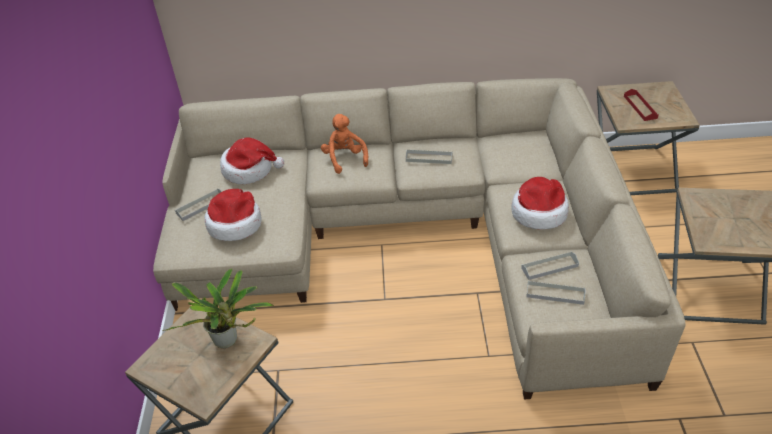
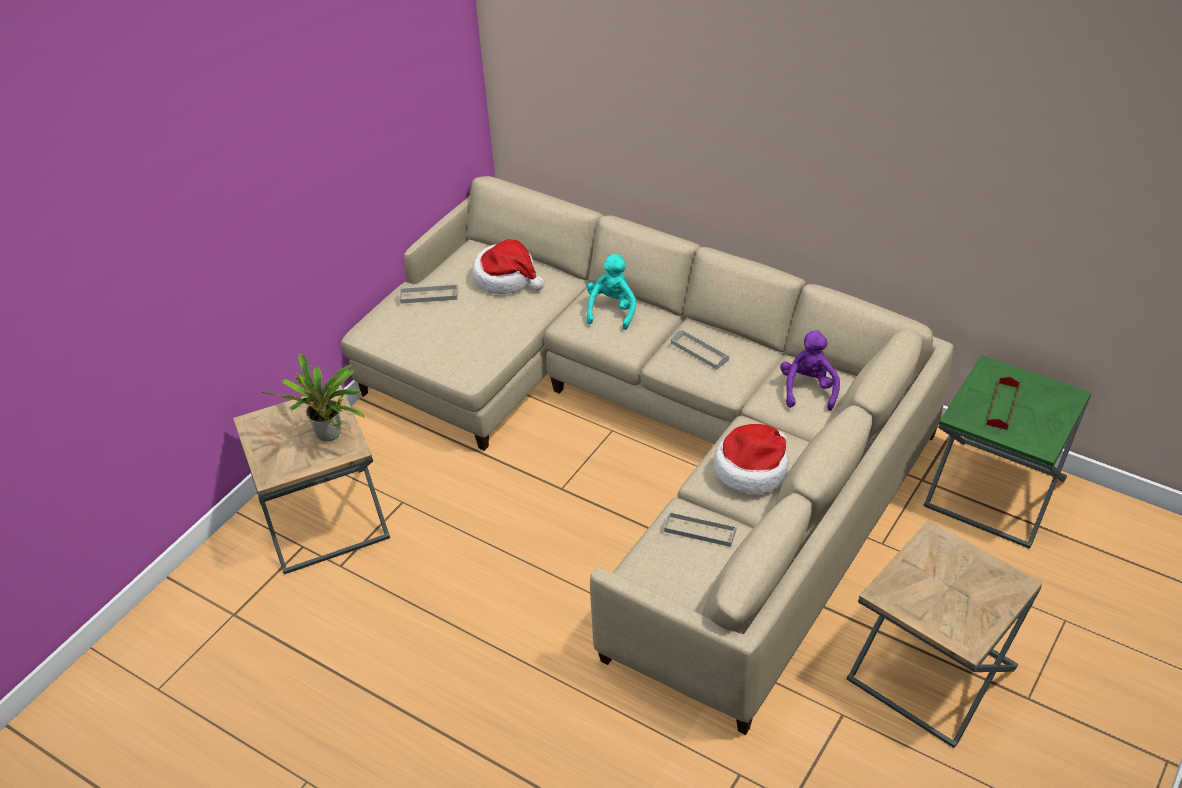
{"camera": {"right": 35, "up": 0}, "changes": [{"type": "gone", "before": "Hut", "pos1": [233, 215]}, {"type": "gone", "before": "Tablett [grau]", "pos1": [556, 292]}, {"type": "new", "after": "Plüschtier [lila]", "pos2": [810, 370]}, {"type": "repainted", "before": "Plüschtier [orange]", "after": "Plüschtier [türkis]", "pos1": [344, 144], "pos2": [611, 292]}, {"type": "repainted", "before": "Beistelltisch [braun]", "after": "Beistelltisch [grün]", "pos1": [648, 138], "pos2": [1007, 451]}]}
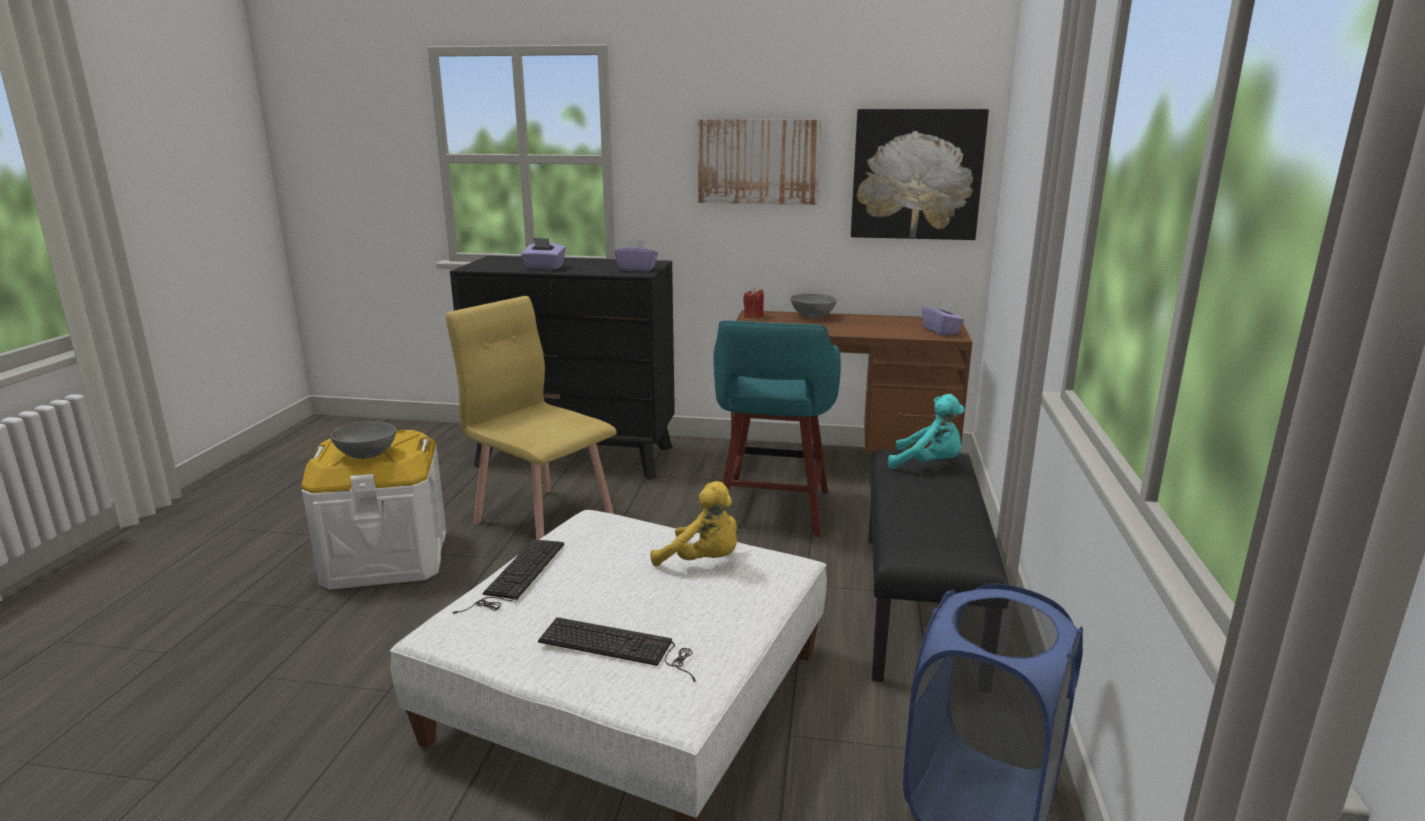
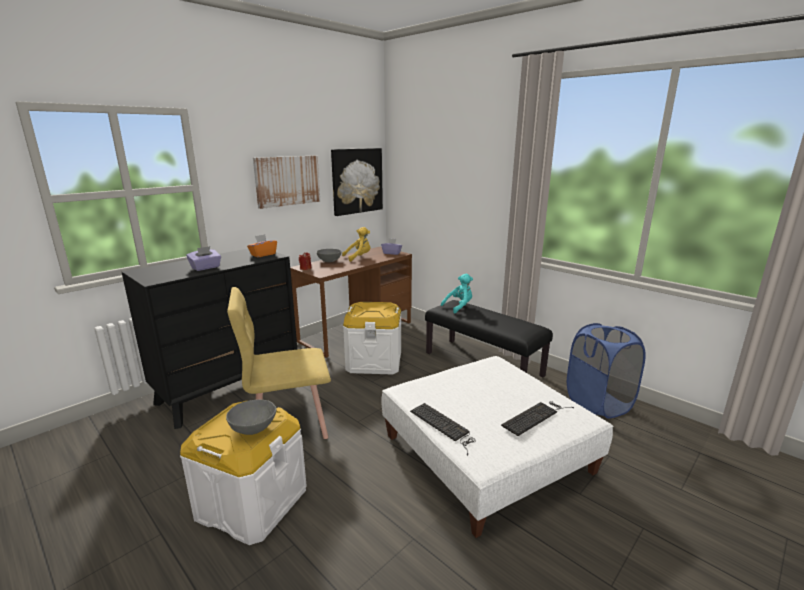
{"camera": {"right": -55, "up": 0}, "changes": [{"type": "shifted", "before": "Plüschtier [gelb]", "pos1": [693, 523], "pos2": [356, 244]}, {"type": "swapped", "before": "Hocker [türkis]", "after": "Aufbewahrungsbox [weiß]", "pos1": [777, 428], "pos2": [372, 338]}, {"type": "repainted", "before": "Taschentuchbox [lila]", "after": "Taschentuchbox [orange]", "pos1": [636, 254], "pos2": [262, 245]}]}
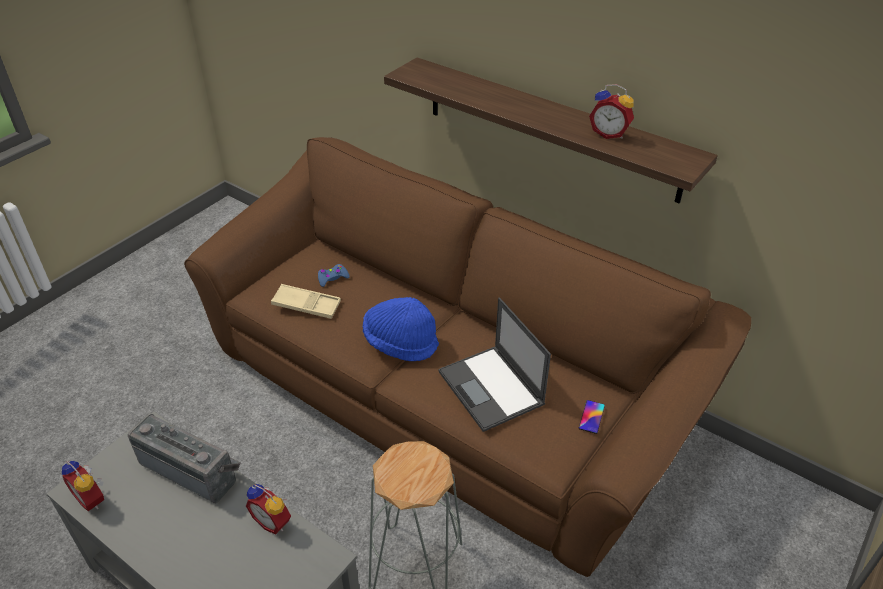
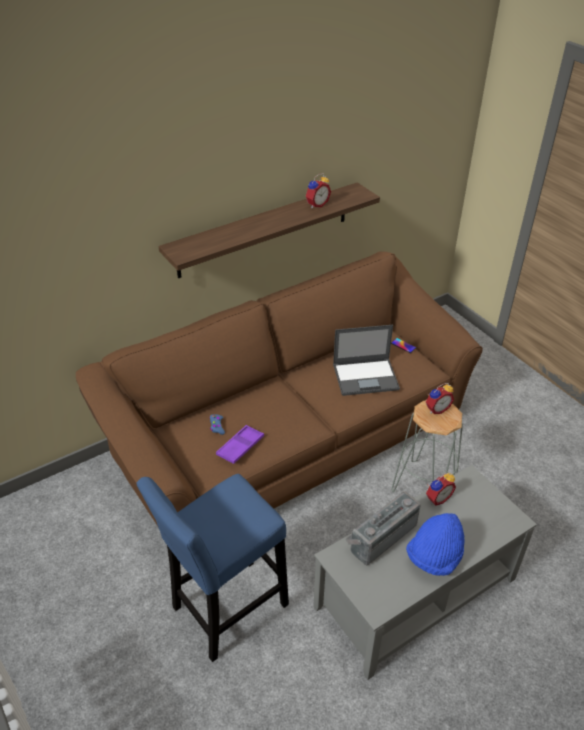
{"camera": {"right": -70, "up": 0}, "changes": [{"type": "new", "after": "Hocker [blau]", "pos2": [213, 568]}, {"type": "shifted", "before": "Wecker", "pos1": [83, 486], "pos2": [440, 398]}, {"type": "shifted", "before": "Hut [blau]", "pos1": [401, 329], "pos2": [435, 544]}, {"type": "repainted", "before": "Tablett [beige]", "after": "Tablett [lila]", "pos1": [306, 301], "pos2": [240, 444]}]}
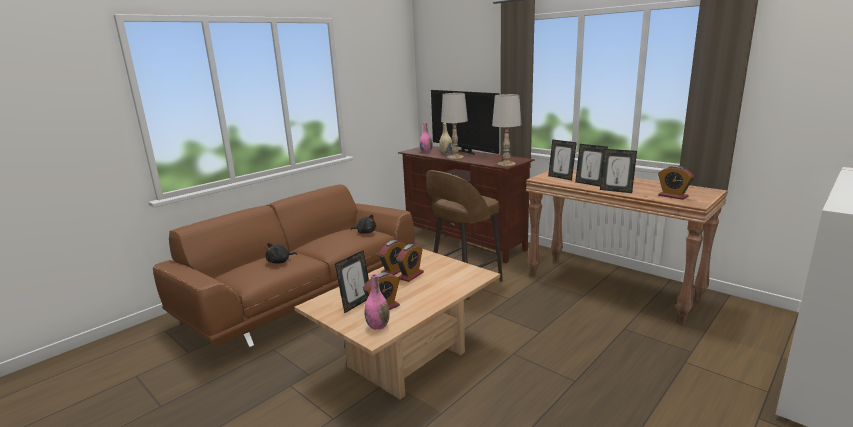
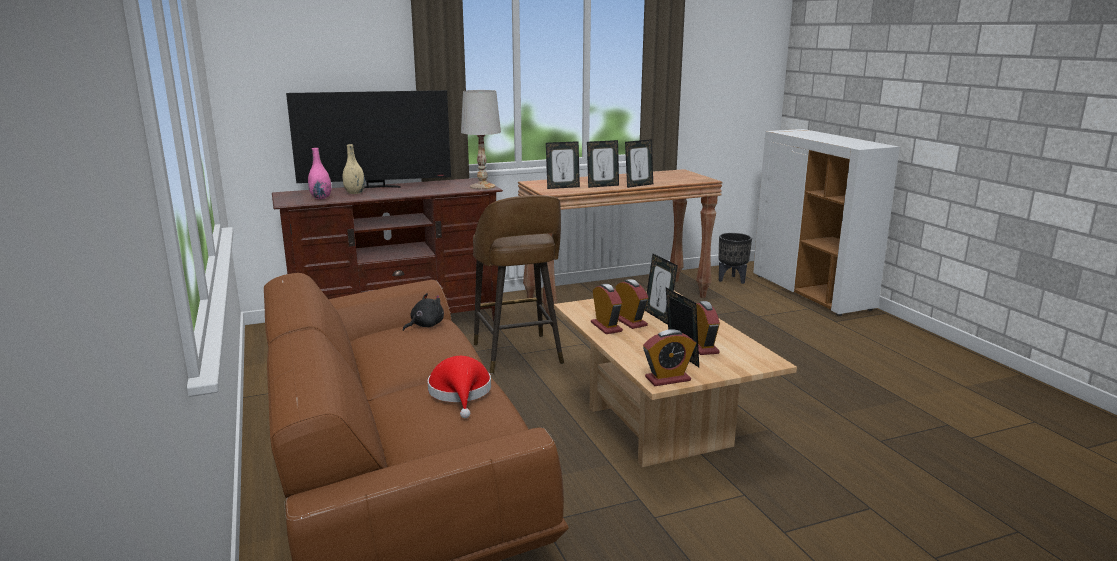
{"camera": {"right": -65, "up": 0}, "changes": [{"type": "gone", "before": "Vase [rosa]", "pos1": [376, 302]}, {"type": "gone", "before": "Tischlampe [weiß]", "pos1": [454, 126]}, {"type": "new", "after": "Bilderrahmen", "pos2": [661, 289]}, {"type": "new", "after": "Pflanzkübel [schwarz]", "pos2": [735, 258]}, {"type": "shifted", "before": "Wecker", "pos1": [676, 182], "pos2": [669, 357]}, {"type": "swapped", "before": "Plüschtier [schwarz]", "after": "Hut [rot]", "pos1": [281, 253], "pos2": [459, 387]}]}
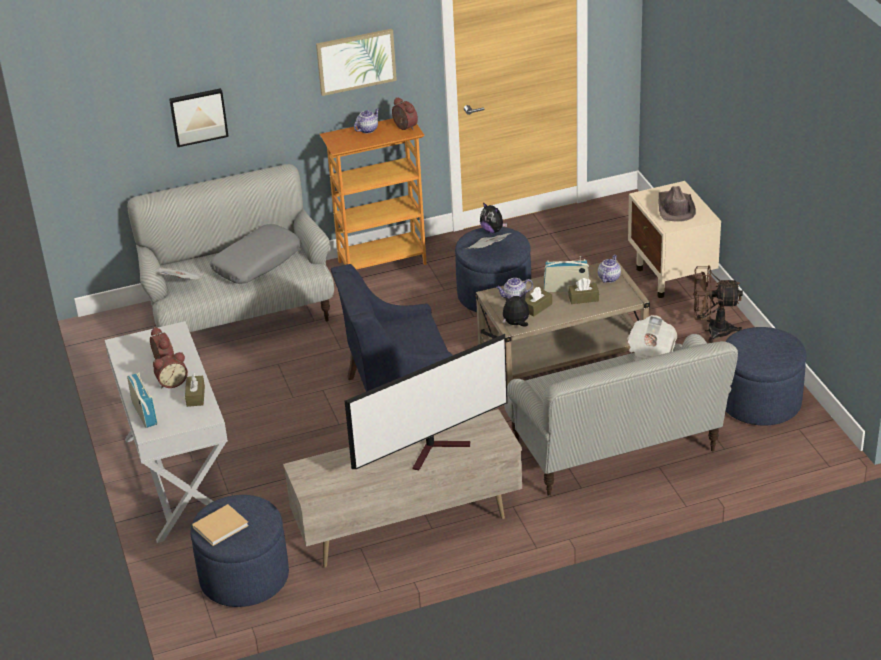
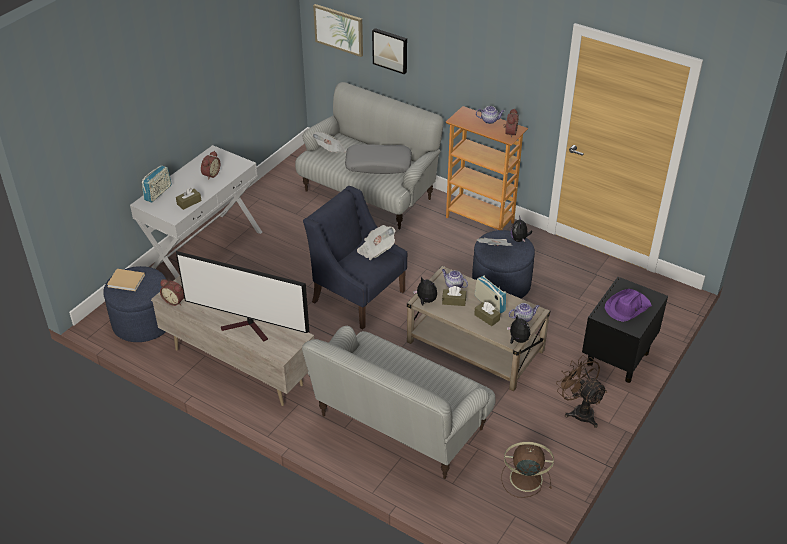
{"camera": {"right": 50, "up": 5}, "changes": [{"type": "new", "after": "Plüschtier", "pos2": [518, 329]}, {"type": "shifted", "before": "Wecker", "pos1": [170, 370], "pos2": [172, 292]}, {"type": "shifted", "before": "Bild", "pos1": [356, 62], "pos2": [338, 30]}, {"type": "shifted", "before": "Zeitung", "pos1": [652, 338], "pos2": [376, 242]}, {"type": "swapped", "before": "Polsterhocker [blau]", "after": "Ventilator [braun]", "pos1": [765, 376], "pos2": [527, 470]}, {"type": "repainted", "before": "Nachttisch [beige]", "after": "Nachttisch [schwarz]", "pos1": [674, 239], "pos2": [625, 330]}, {"type": "repainted", "before": "Hut [braun]", "after": "Hut [lila]", "pos1": [677, 204], "pos2": [628, 305]}]}
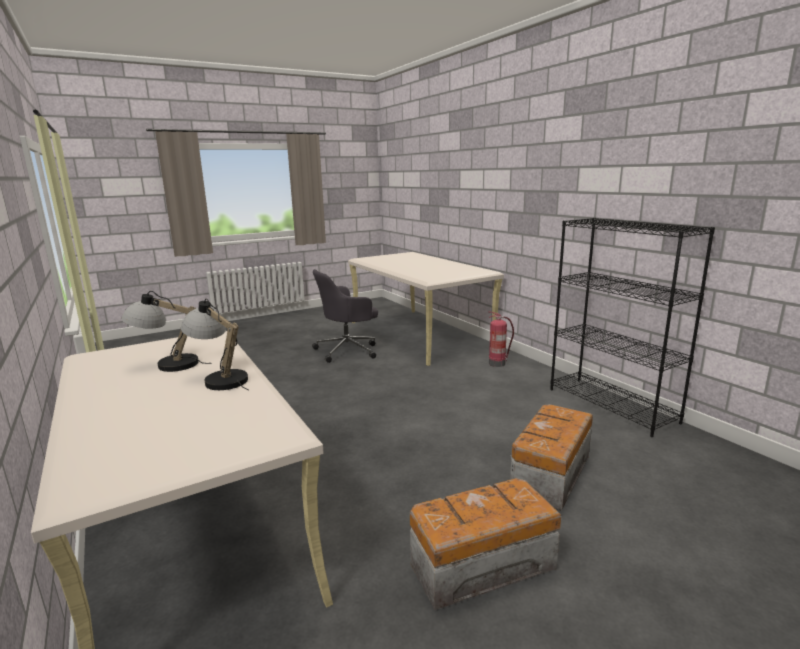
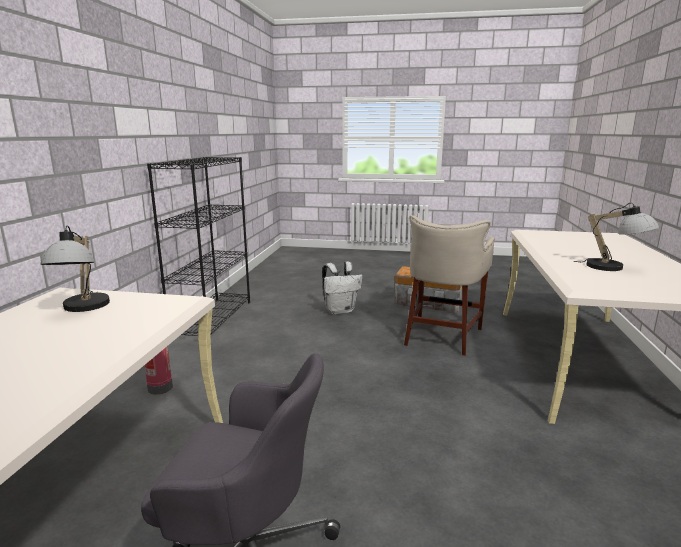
{"camera": {"right": -140, "up": 0}, "changes": [{"type": "new", "after": "Hocker [beige]", "pos2": [449, 285]}, {"type": "shifted", "before": "Tischlampe", "pos1": [215, 344], "pos2": [75, 269]}, {"type": "swapped", "before": "Aufbewahrungsbox", "after": "Rucksack [weiß]", "pos1": [551, 457], "pos2": [342, 288]}]}
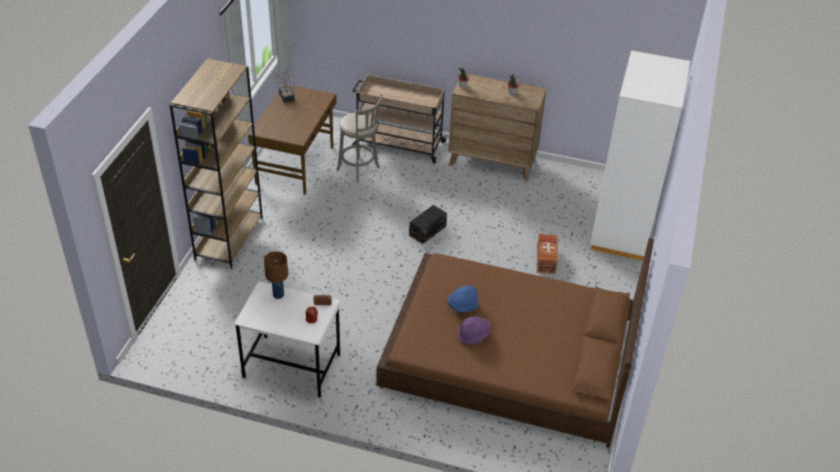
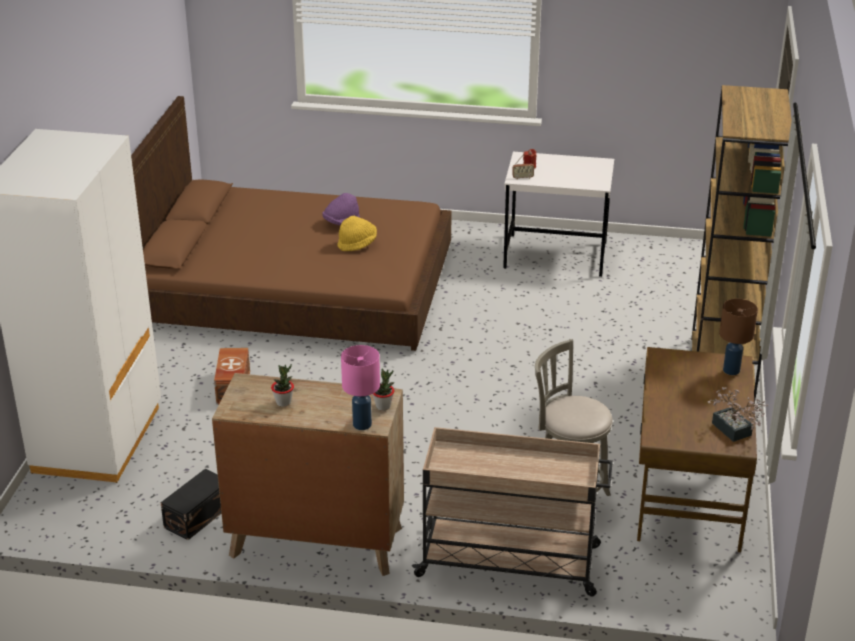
{"camera": {"right": 175, "up": -10}, "changes": [{"type": "new", "after": "Tischlampe [rosa]", "pos2": [360, 387]}, {"type": "shifted", "before": "Tischlampe [braun]", "pos1": [276, 275], "pos2": [738, 337]}, {"type": "shifted", "before": "Aufbewahrungsbox [schwarz]", "pos1": [428, 224], "pos2": [191, 504]}, {"type": "repainted", "before": "Hut [blau]", "after": "Hut [gelb]", "pos1": [463, 298], "pos2": [357, 233]}]}
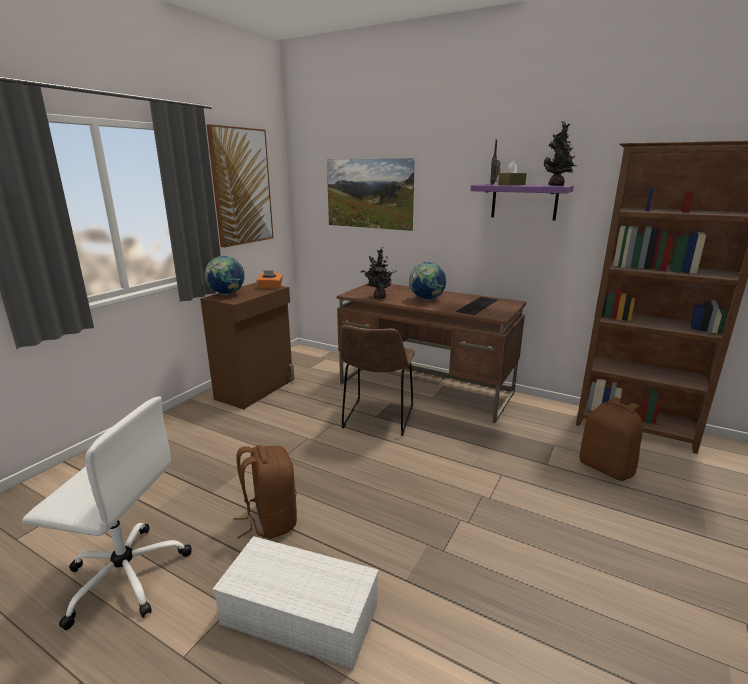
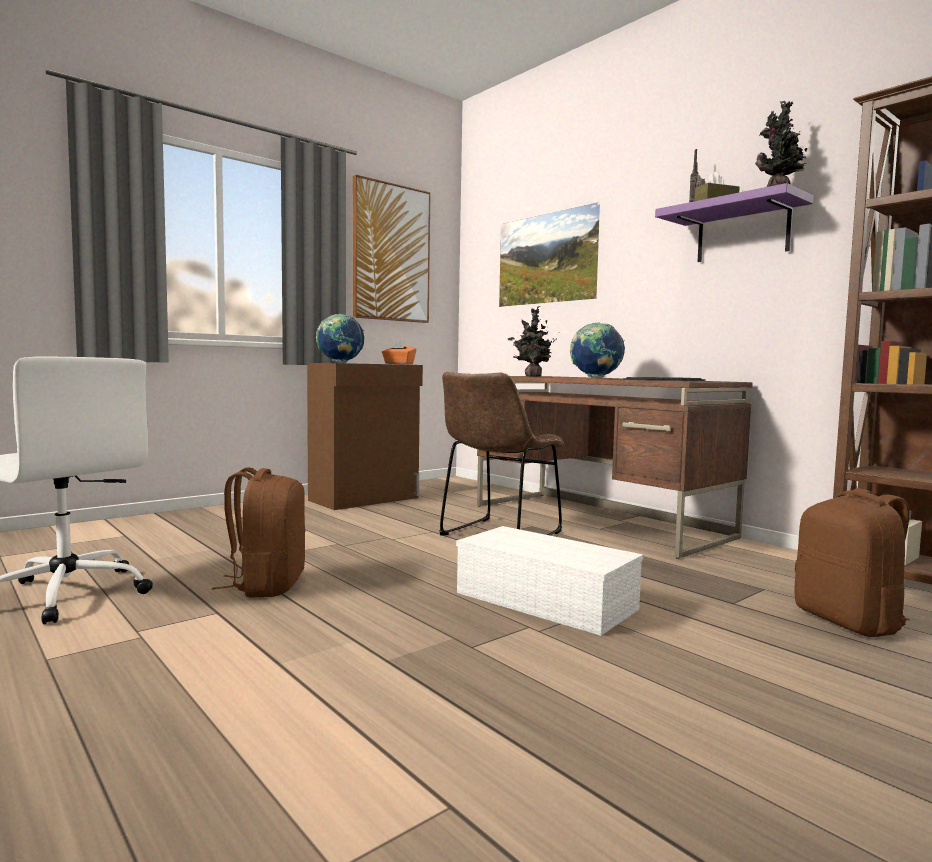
{"camera": {"right": 20, "up": -15}, "changes": [{"type": "shifted", "before": "Aufbewahrungsbox [weiß]", "pos1": [295, 603], "pos2": [549, 581]}]}
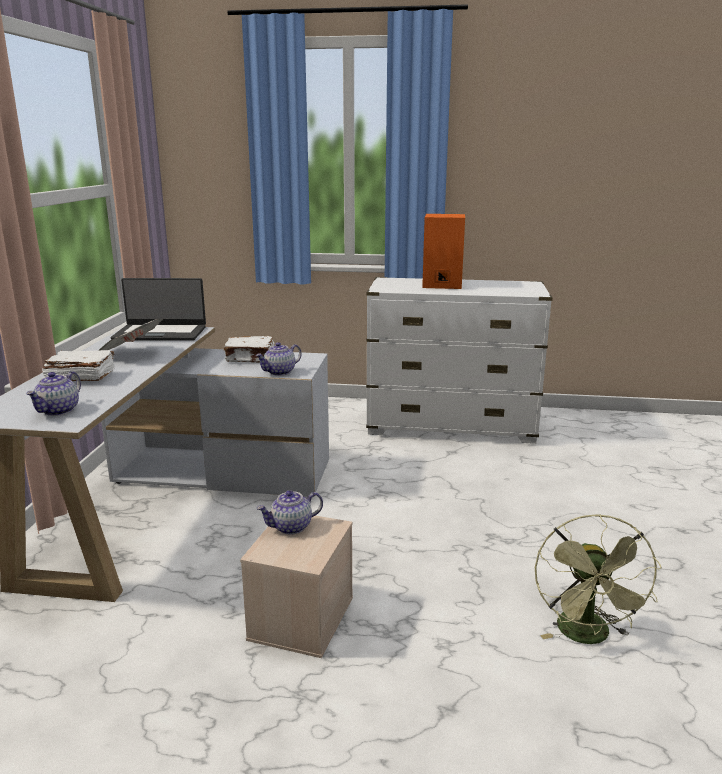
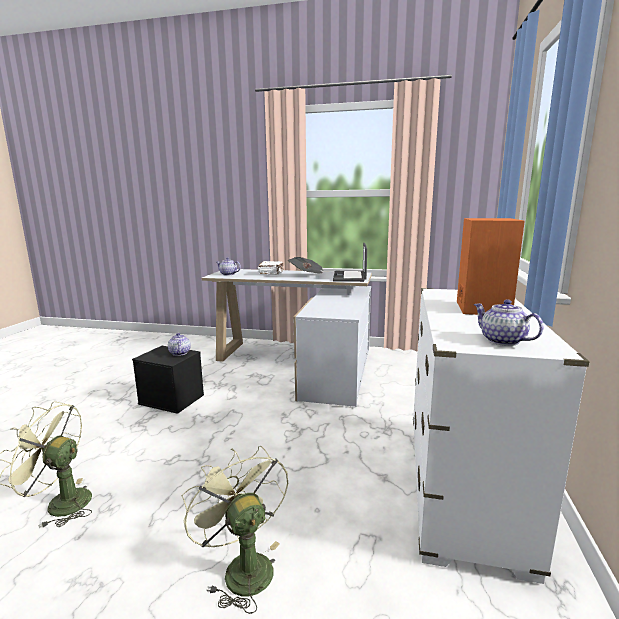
{"camera": {"right": 95, "up": -5}, "changes": [{"type": "gone", "before": "Buch [weiß]", "pos1": [249, 349]}, {"type": "new", "after": "Ventilator [grün]", "pos2": [235, 530]}, {"type": "shifted", "before": "Teekanne", "pos1": [278, 359], "pos2": [509, 322]}, {"type": "repainted", "before": "Aufbewahrungsbox [beige]", "after": "Aufbewahrungsbox [schwarz]", "pos1": [296, 587], "pos2": [168, 380]}]}
